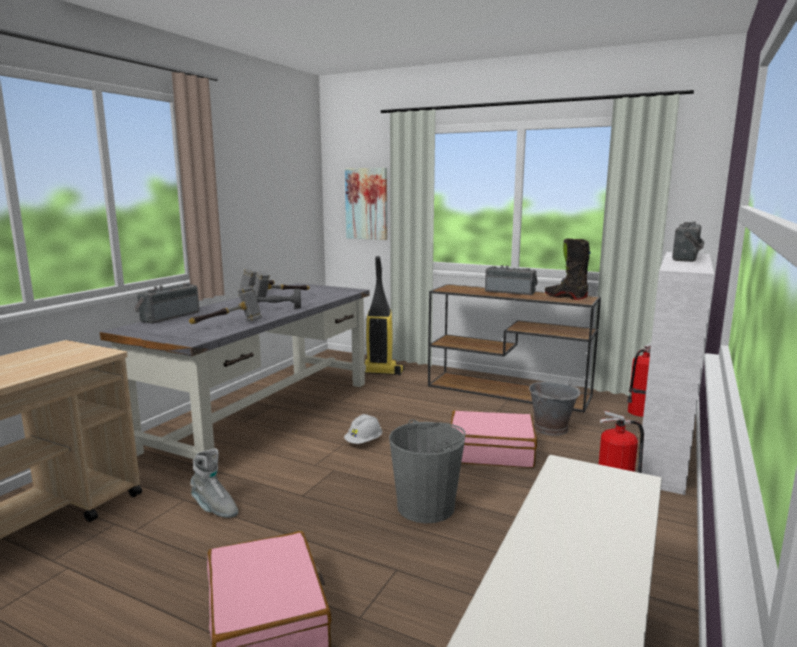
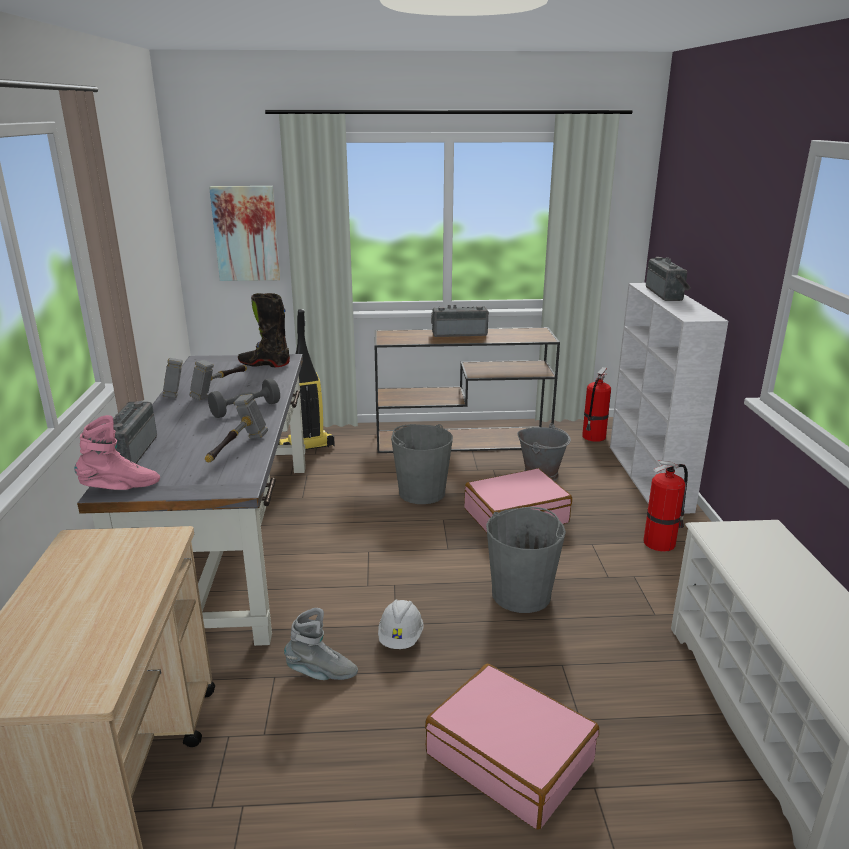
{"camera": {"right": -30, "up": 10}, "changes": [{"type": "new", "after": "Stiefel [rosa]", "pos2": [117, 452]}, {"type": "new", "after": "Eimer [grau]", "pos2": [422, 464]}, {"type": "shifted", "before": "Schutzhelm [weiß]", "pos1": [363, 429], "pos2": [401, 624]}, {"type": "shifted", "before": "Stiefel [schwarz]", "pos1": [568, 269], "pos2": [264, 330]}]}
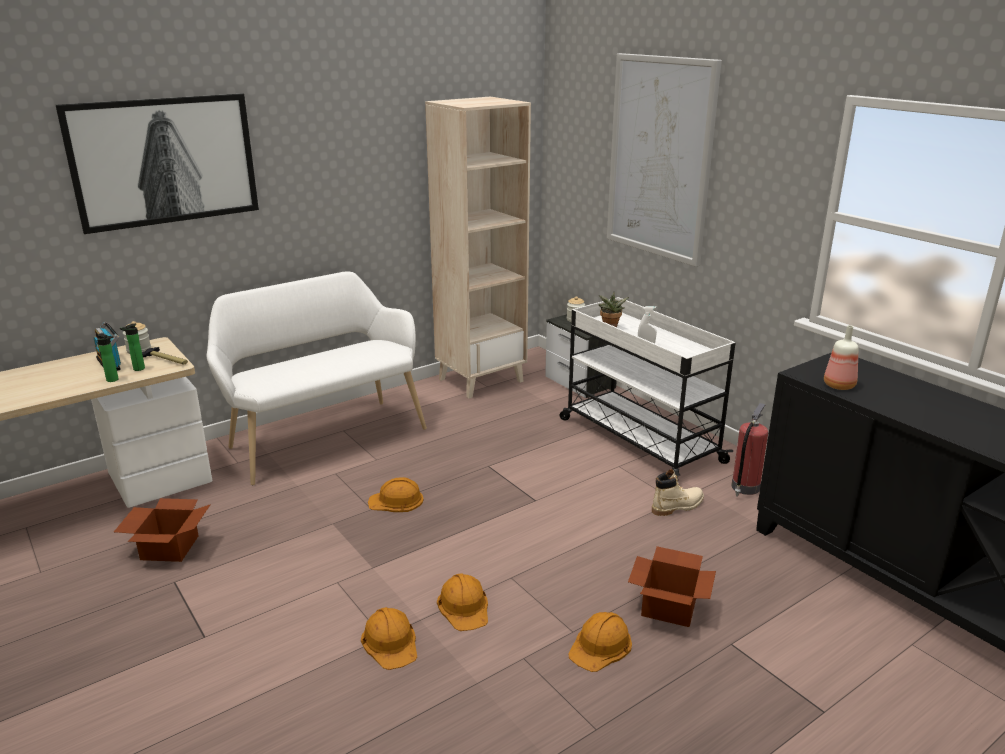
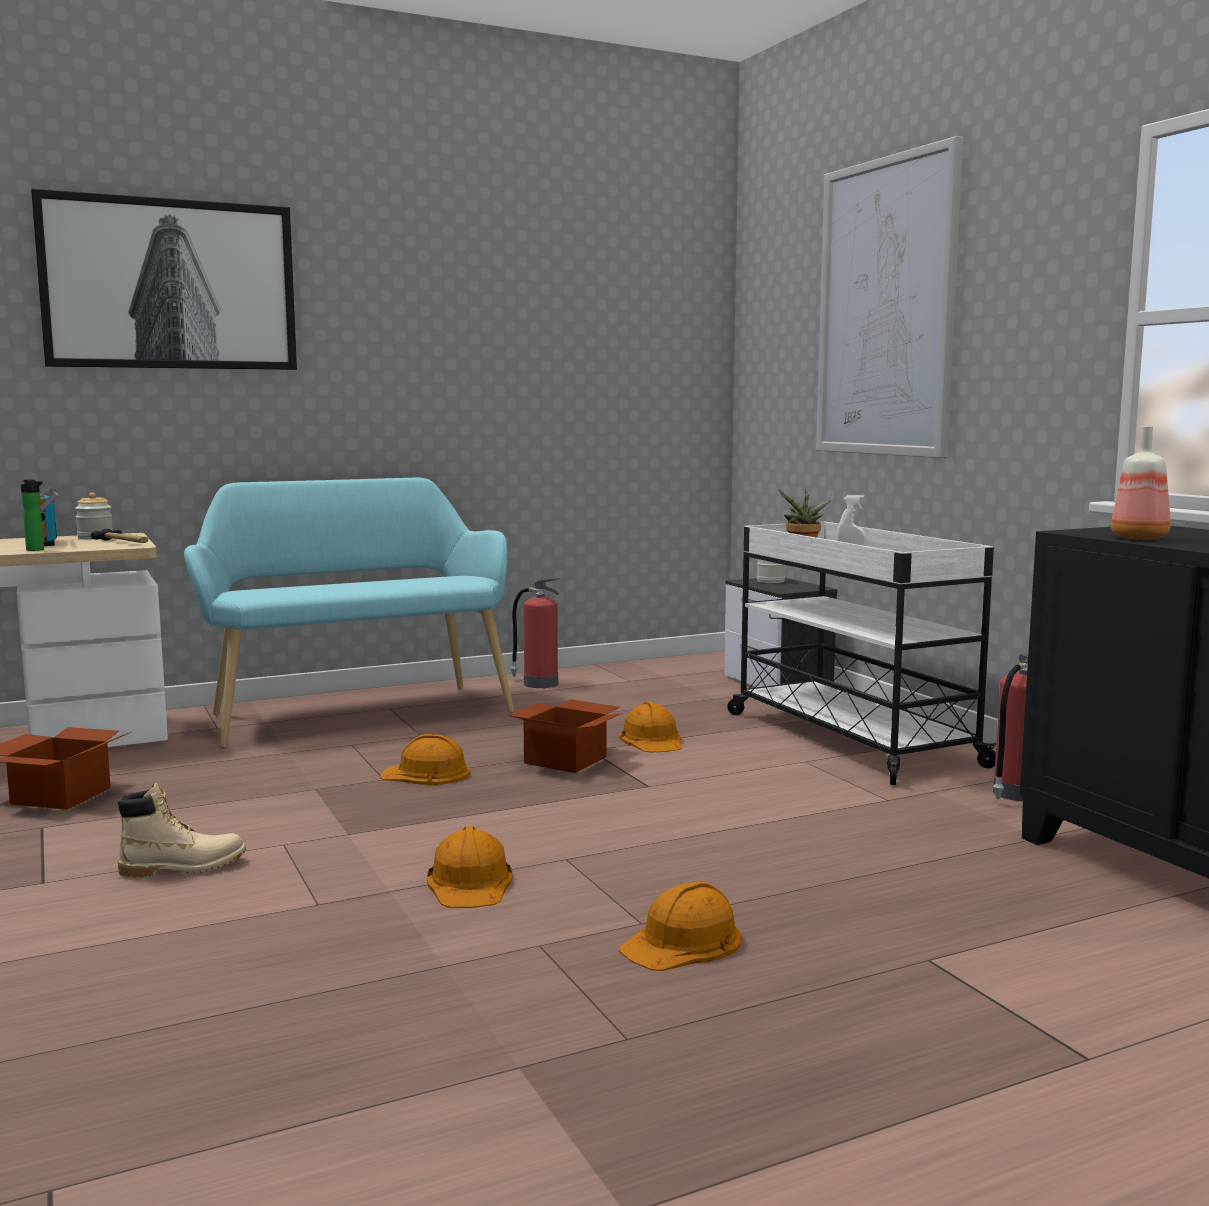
{"camera": {"right": 10, "up": -15}, "changes": [{"type": "gone", "before": "Flasche", "pos1": [132, 347]}, {"type": "gone", "before": "Bücherregal [beige]", "pos1": [478, 247]}, {"type": "new", "after": "Feuerlöscher", "pos2": [535, 633]}, {"type": "shifted", "before": "Schutzhelm [orange]", "pos1": [389, 638], "pos2": [650, 726]}, {"type": "shifted", "before": "Karton", "pos1": [672, 586], "pos2": [565, 736]}, {"type": "shifted", "before": "Stiefel [beige]", "pos1": [678, 492], "pos2": [182, 830]}, {"type": "repainted", "before": "Bank [weiß]", "after": "Bank [türkis]", "pos1": [317, 378], "pos2": [349, 613]}]}
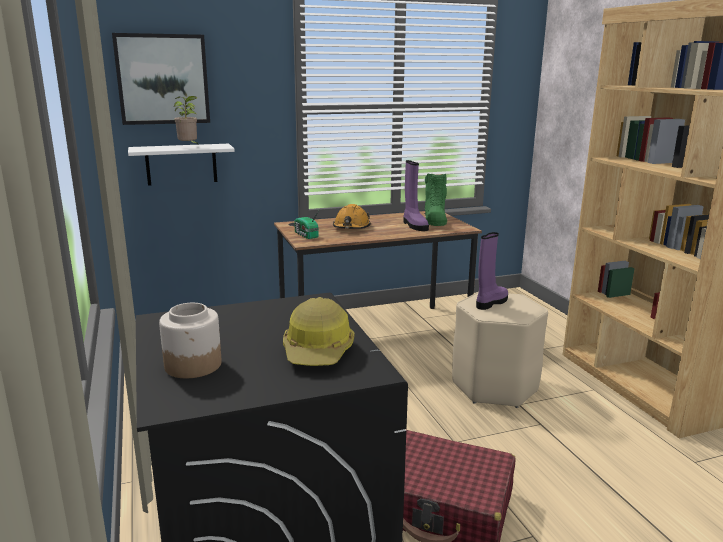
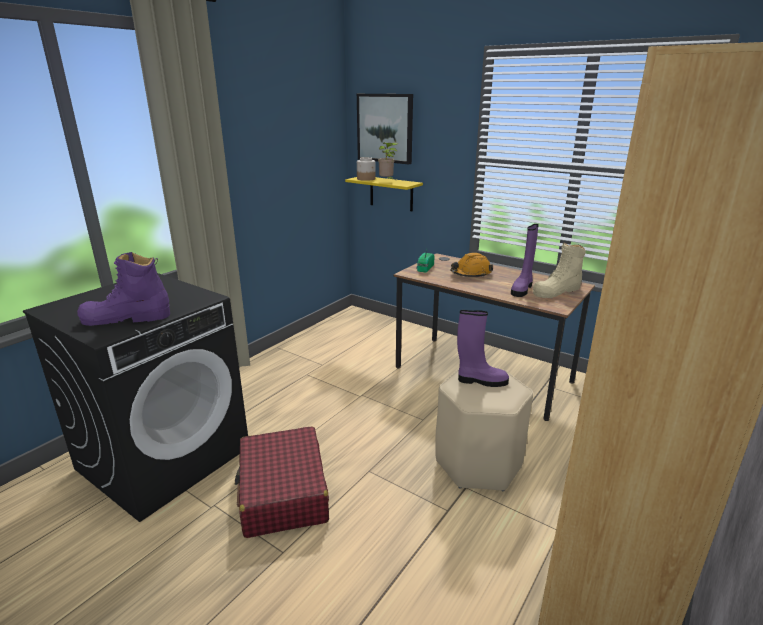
{"camera": {"right": 55, "up": 5}, "changes": [{"type": "shifted", "before": "Vorratsglas", "pos1": [190, 340], "pos2": [366, 169]}, {"type": "swapped", "before": "Schutzhelm", "after": "Stiefel [lila]", "pos1": [319, 331], "pos2": [123, 289]}, {"type": "repainted", "before": "Wandregal [weiß]", "after": "Wandregal [gelb]", "pos1": [181, 165], "pos2": [384, 194]}, {"type": "repainted", "before": "Stiefel [grün]", "after": "Stiefel [beige]", "pos1": [435, 200], "pos2": [559, 270]}]}
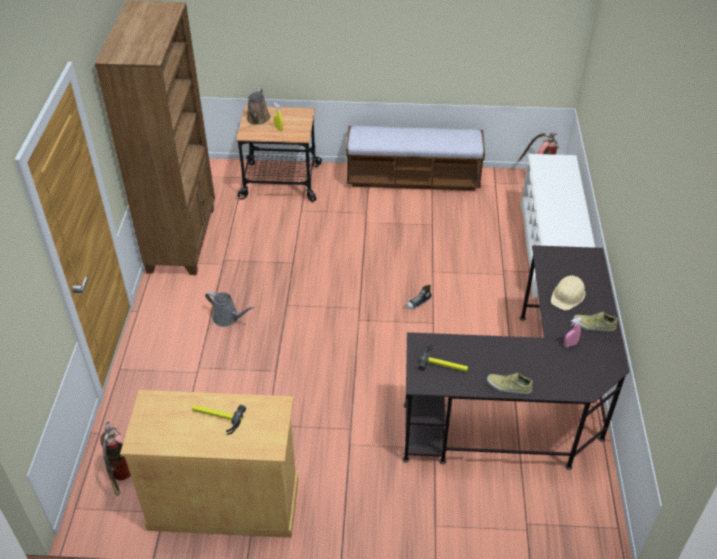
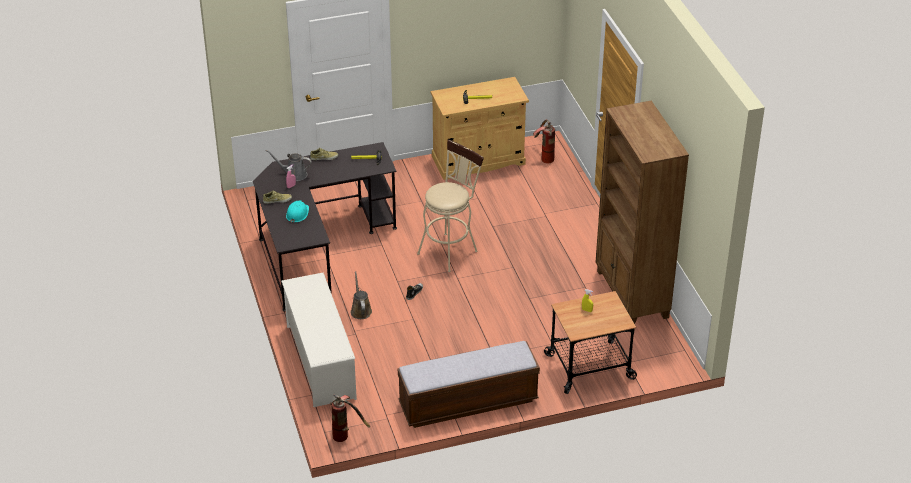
{"camera": {"right": 160, "up": -5}, "changes": [{"type": "new", "after": "Hocker [beige]", "pos2": [450, 205]}, {"type": "shifted", "before": "Gießkanne [grau]", "pos1": [229, 309], "pos2": [289, 165]}, {"type": "shifted", "before": "Gießkanne [braun]", "pos1": [258, 107], "pos2": [361, 295]}, {"type": "repainted", "before": "Schutzhelm [beige]", "after": "Schutzhelm [türkis]", "pos1": [568, 293], "pos2": [297, 211]}]}
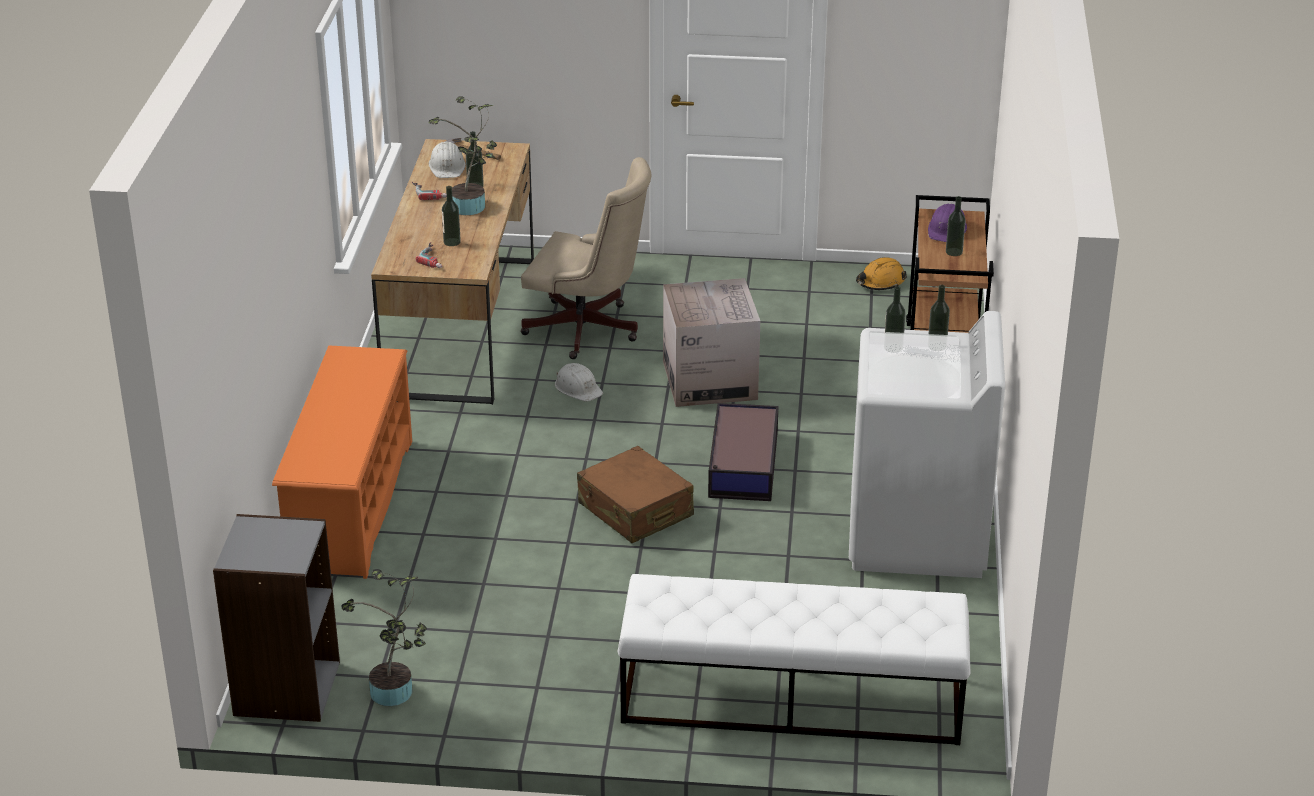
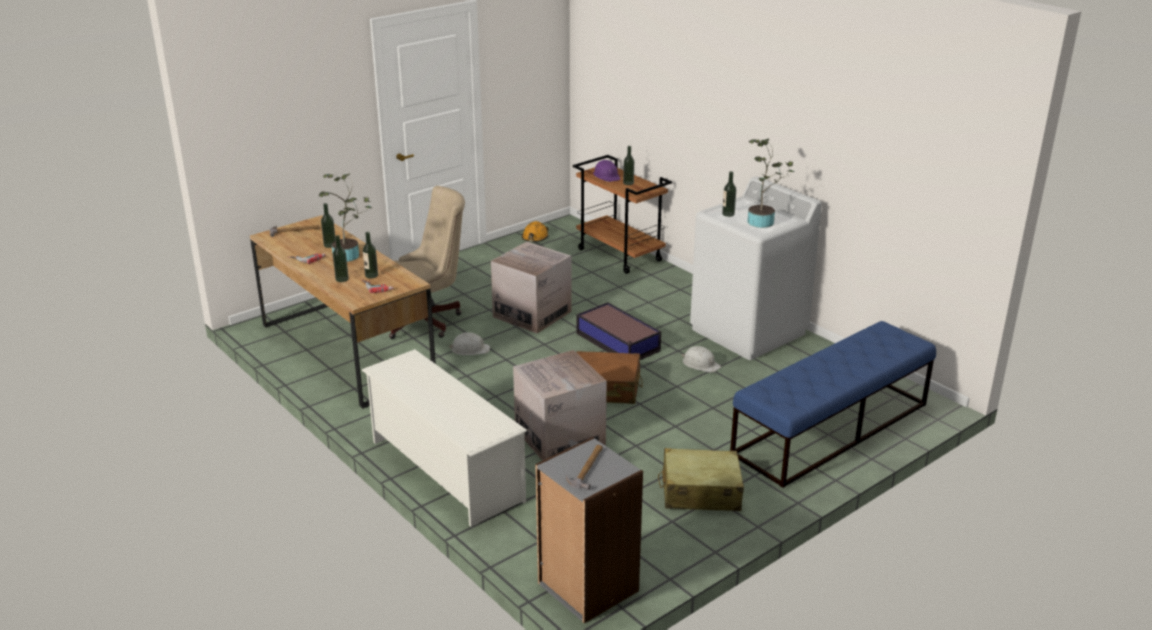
{"camera": {"right": -45, "up": -5}, "changes": [{"type": "new", "after": "Karton", "pos2": [560, 405]}, {"type": "new", "after": "Hammer", "pos2": [584, 467]}, {"type": "new", "after": "Koffer [beige]", "pos2": [701, 479]}, {"type": "shifted", "before": "Topfpflanze", "pos1": [384, 637], "pos2": [771, 183]}, {"type": "shifted", "before": "Schutzhelm [weiß]", "pos1": [447, 159], "pos2": [701, 359]}, {"type": "shifted", "before": "Flasche", "pos1": [939, 318], "pos2": [341, 258]}, {"type": "repainted", "before": "Schuhregal [orange]", "after": "Schuhregal [weiß]", "pos1": [342, 462], "pos2": [444, 438]}, {"type": "repainted", "before": "Bank [weiß]", "after": "Bank [blau]", "pos1": [794, 659], "pos2": [833, 404]}]}
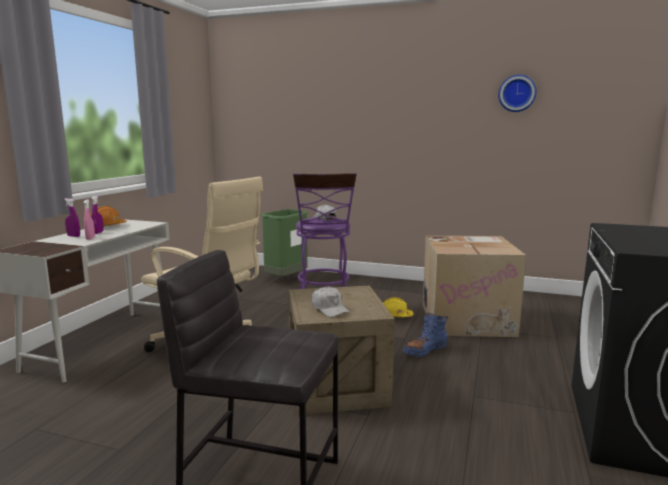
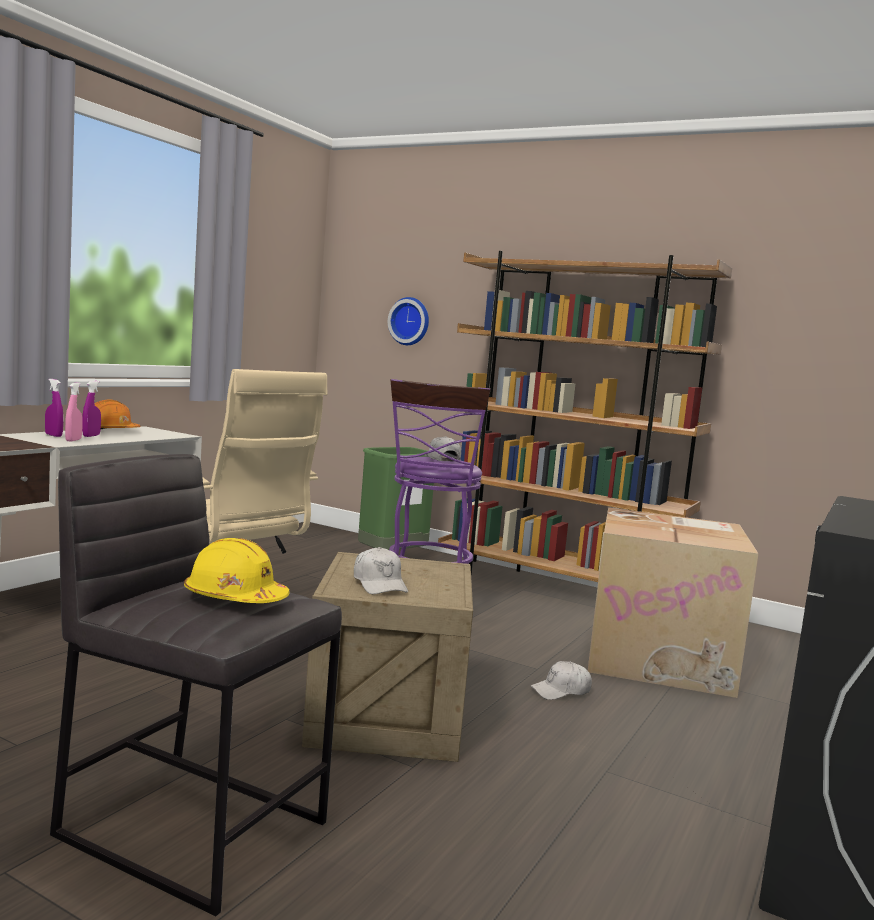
{"camera": {"right": 10, "up": -5}, "changes": [{"type": "new", "after": "Bücherregal [braun]", "pos2": [585, 416]}, {"type": "shifted", "before": "Schutzhelm [gelb]", "pos1": [398, 307], "pos2": [237, 570]}, {"type": "shifted", "before": "Wanduhr", "pos1": [517, 93], "pos2": [408, 321]}, {"type": "swapped", "before": "Stiefel [blau]", "after": "Kappe [weiß]", "pos1": [425, 335], "pos2": [561, 680]}]}
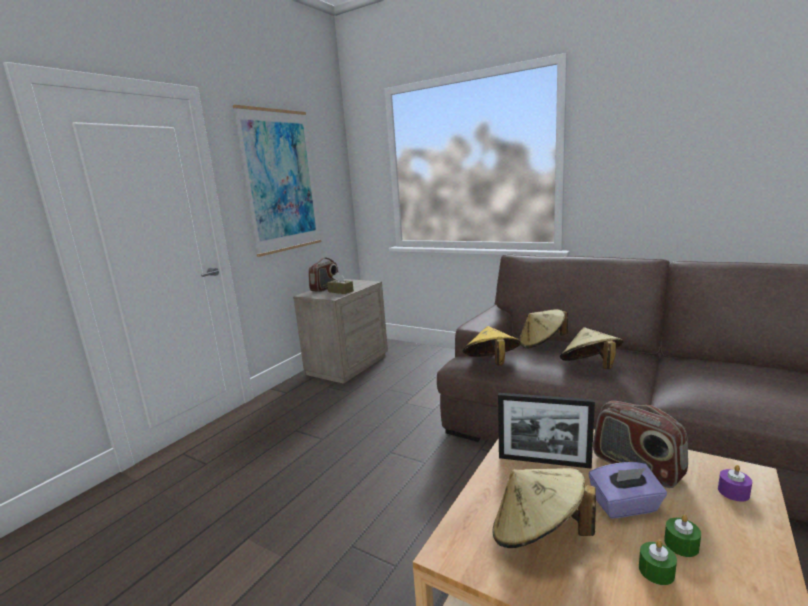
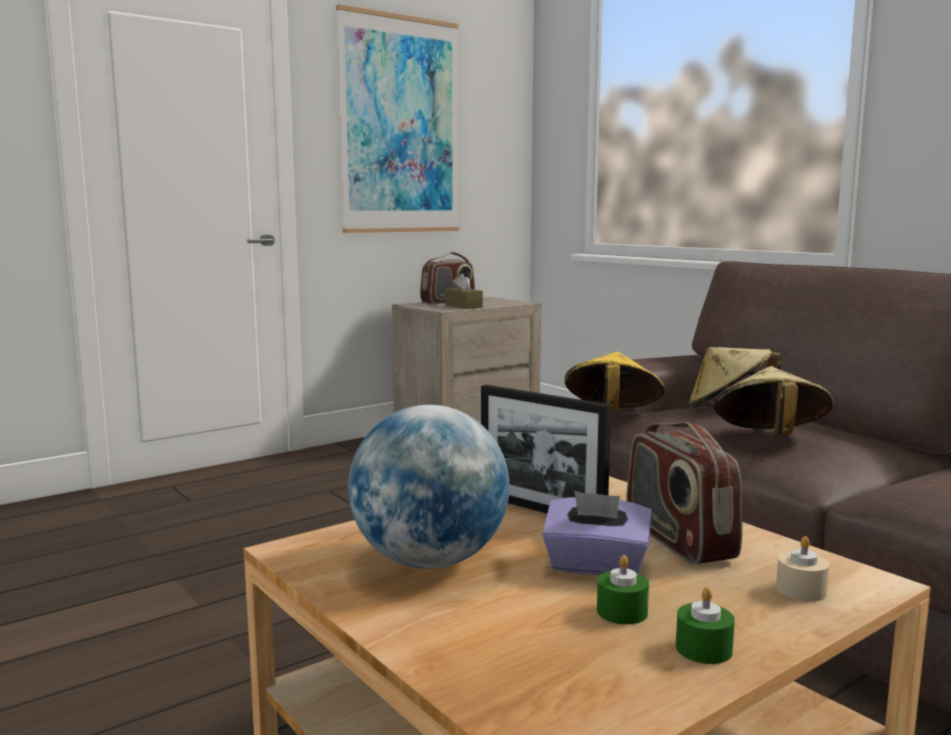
{"camera": {"right": 20, "up": -5}, "changes": [{"type": "shifted", "before": "Kerze [grün]", "pos1": [658, 562], "pos2": [705, 625]}, {"type": "swapped", "before": "Hut [beige]", "after": "Globus", "pos1": [544, 508], "pos2": [428, 487]}, {"type": "repainted", "before": "Kerze [lila]", "after": "Kerze [beige]", "pos1": [735, 483], "pos2": [803, 569]}]}
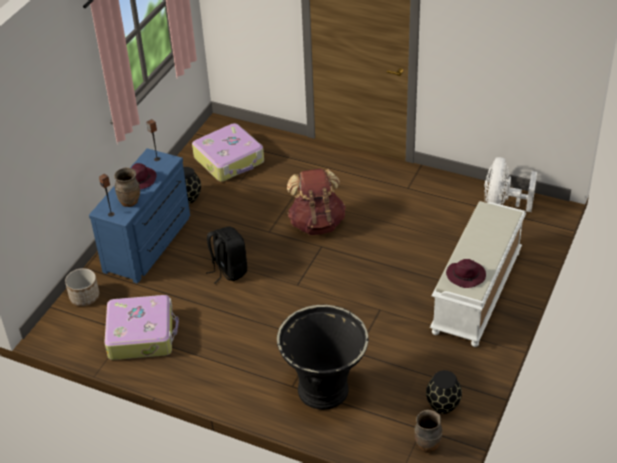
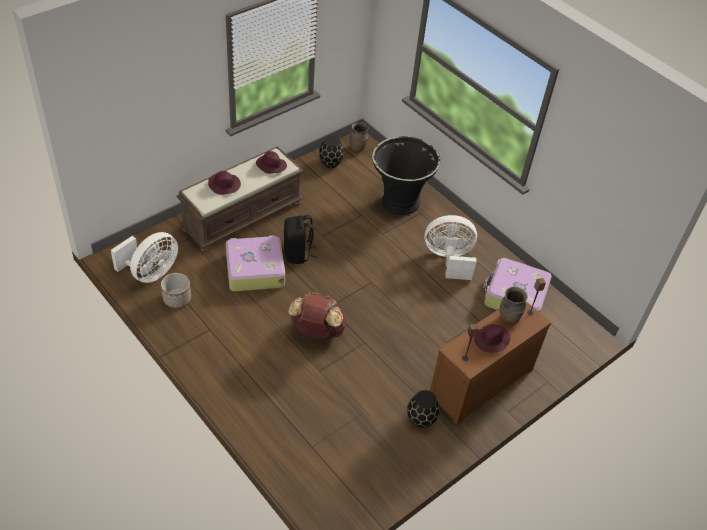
{"camera": {"right": -160, "up": 5}, "changes": [{"type": "new", "after": "Hut [lila]", "pos2": [224, 183]}, {"type": "new", "after": "Ventilator [weiß]", "pos2": [450, 247]}, {"type": "shifted", "before": "Pflanzkübel", "pos1": [82, 287], "pos2": [176, 290]}, {"type": "shifted", "before": "Koffer", "pos1": [228, 152], "pos2": [255, 263]}, {"type": "shifted", "before": "Rucksack [schwarz]", "pos1": [226, 255], "pos2": [301, 239]}, {"type": "repainted", "before": "Kommode [blau]", "after": "Kommode [braun]", "pos1": [139, 215], "pos2": [490, 363]}, {"type": "repainted", "before": "Bank [weiß]", "after": "Bank [braun]", "pos1": [478, 274], "pos2": [240, 199]}]}
